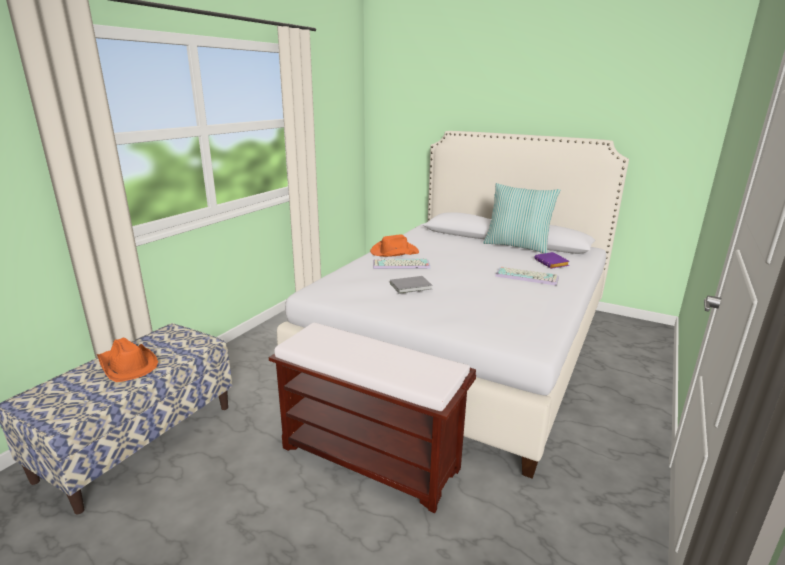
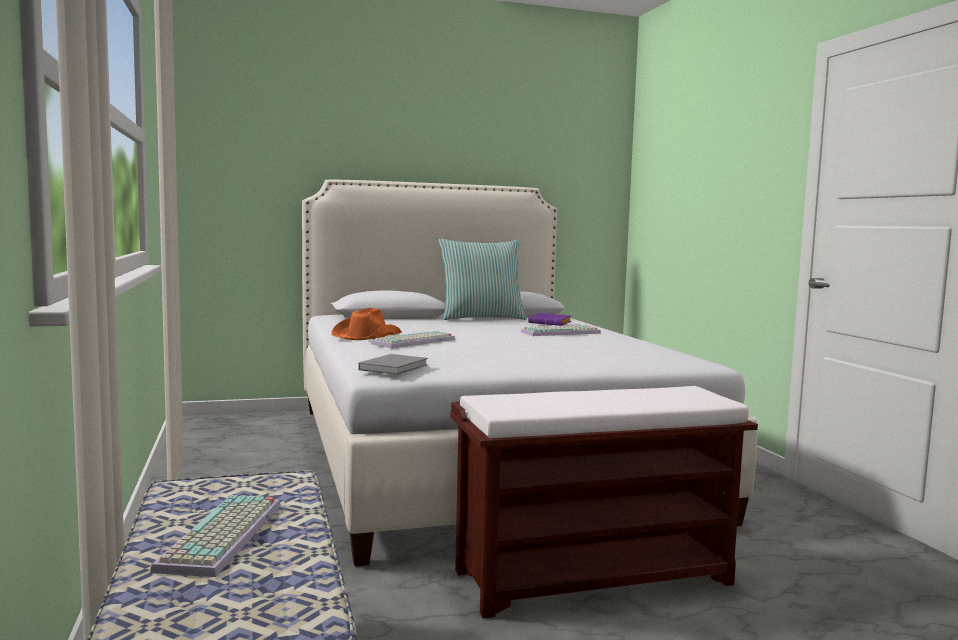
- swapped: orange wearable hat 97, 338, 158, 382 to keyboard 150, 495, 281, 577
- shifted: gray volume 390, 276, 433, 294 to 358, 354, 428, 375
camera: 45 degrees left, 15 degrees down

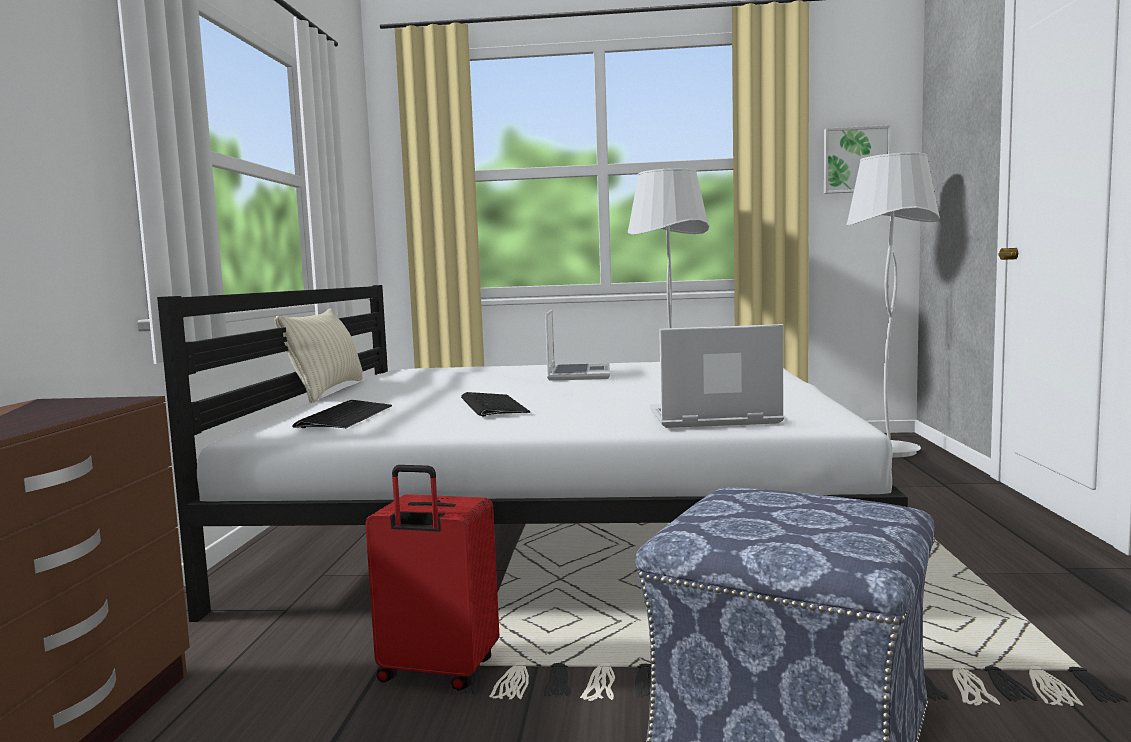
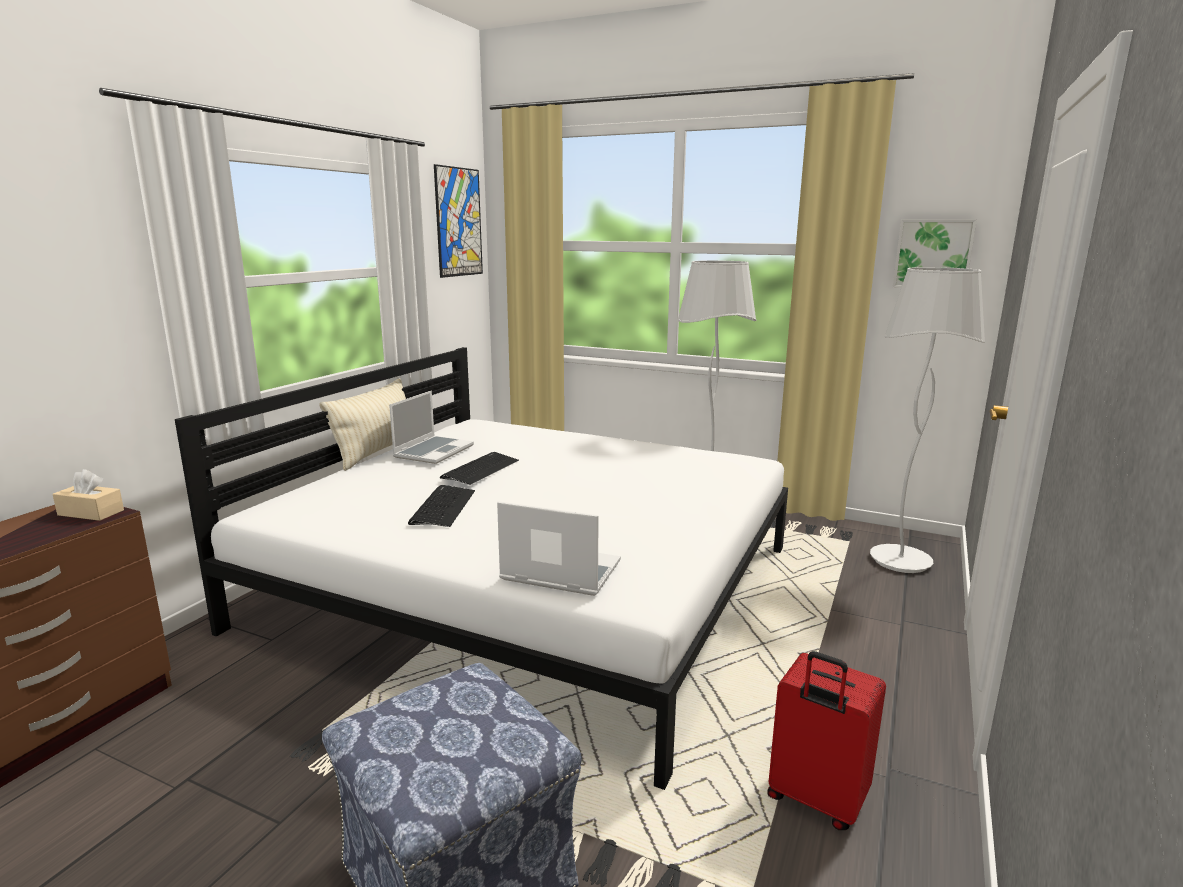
- shifted: keyboard 292, 400, 392, 428 to 440, 452, 519, 485
- shifted: red suitcase 365, 465, 500, 691 to 767, 651, 886, 830
- shifted: laptop 545, 310, 610, 381 to 389, 390, 474, 464
- new: sand-coloured tissue holder 52, 469, 124, 521
- new: wall art 434, 164, 483, 278
camera: 20 degrees right, 10 degrees up

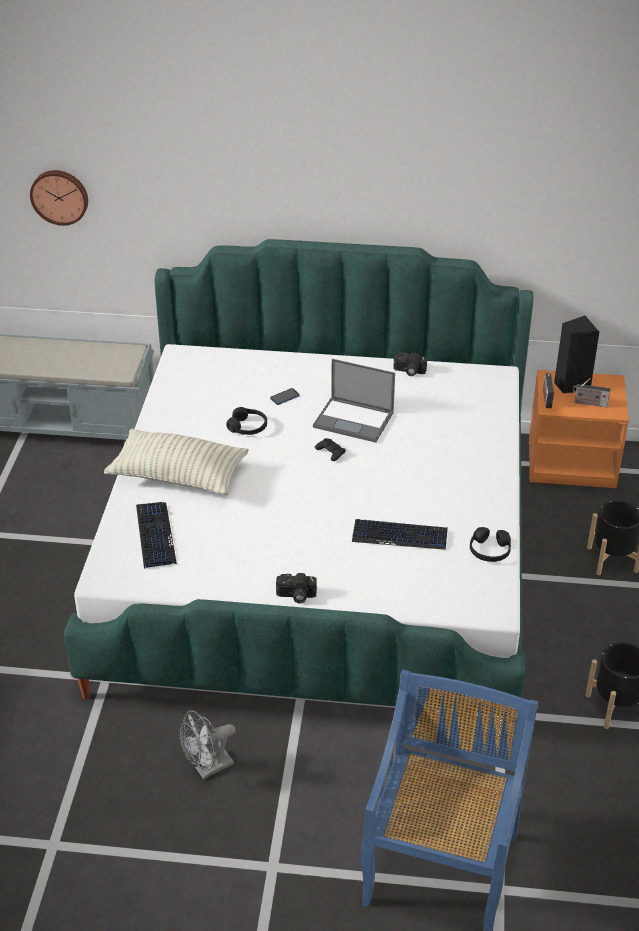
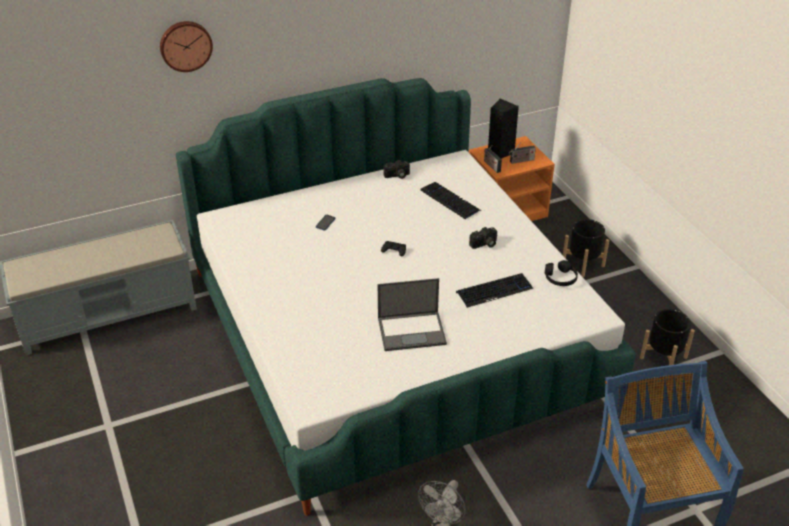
- shifted: clock on the wall 30, 170, 88, 226 to 160, 21, 213, 72
- gone: pillow 104, 429, 249, 496
- shifted: keyboard 136, 502, 177, 569 to 421, 182, 482, 220
- gone: black-coloured pair of headphones 226, 407, 267, 435
- shifted: photo camera 276, 573, 317, 604 to 469, 227, 497, 249
- shifted: laptop 313, 359, 395, 443 to 378, 278, 447, 351
camera: 30 degrees left, 0 degrees up

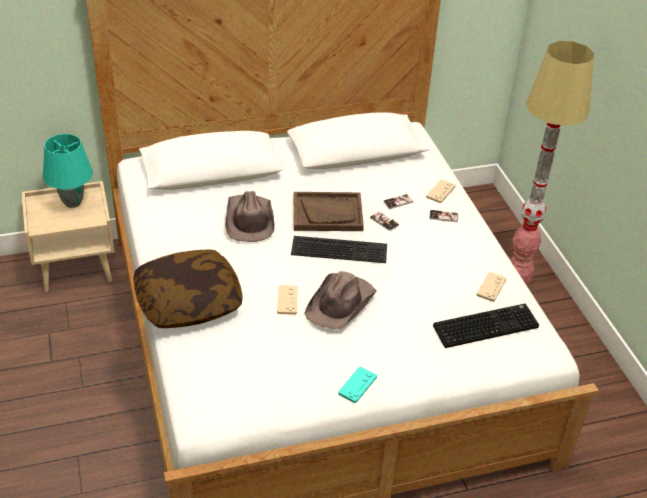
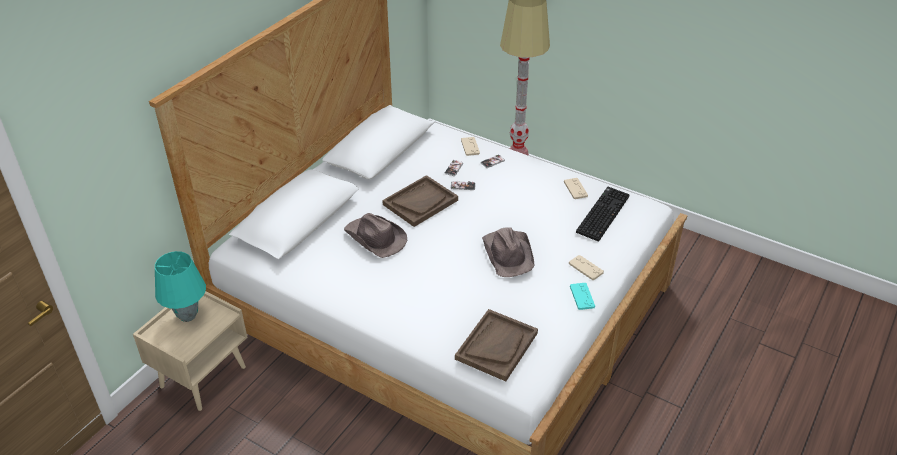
- gone: pillow 133, 249, 243, 328
- shifted: sand-coloured game controller 277, 285, 298, 315 to 569, 255, 604, 280
- gone: keyboard 291, 236, 387, 263
- new: brown-coloured serving tray 455, 309, 538, 381
camera: 40 degrees left, 0 degrees up

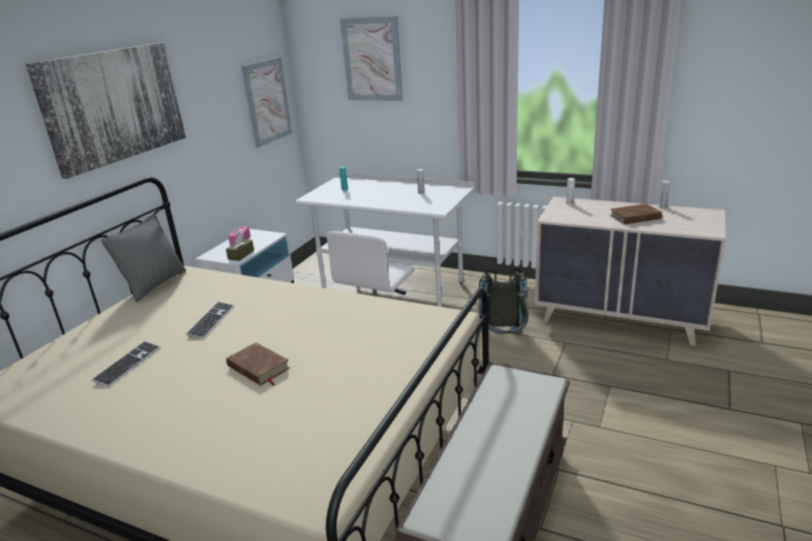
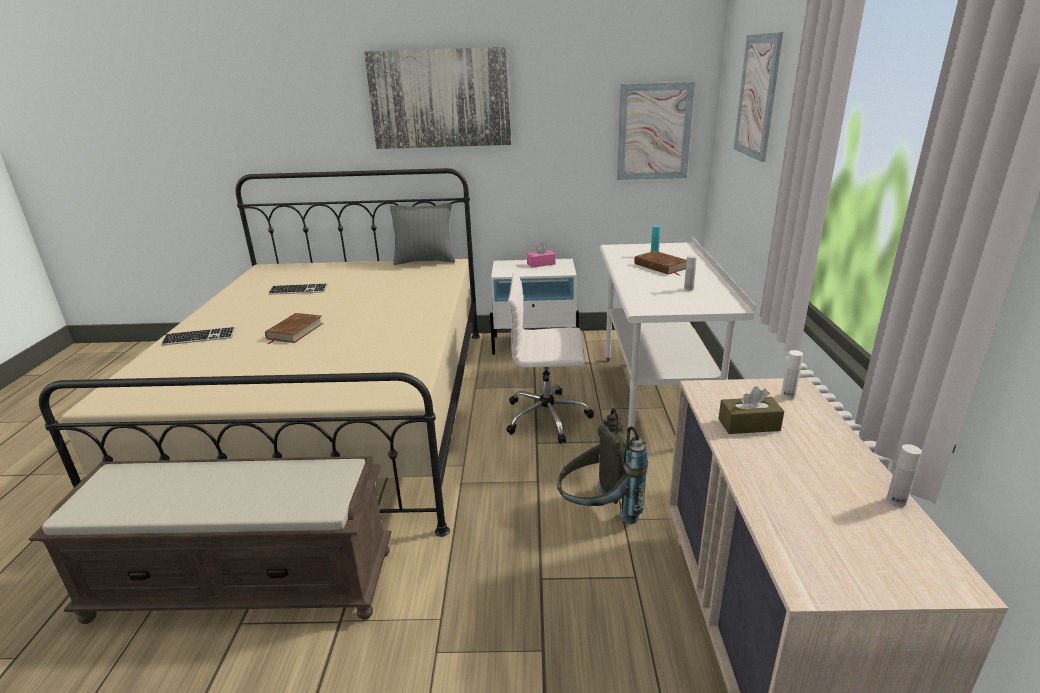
- shifted: keyboard 186, 302, 234, 339 to 161, 327, 235, 345
- shifted: brown-coloured tissue holder 226, 234, 254, 261 to 718, 386, 784, 434
- shifted: brown-coloured volume 610, 204, 662, 224 to 634, 251, 687, 275
camera: 65 degrees right, 0 degrees up

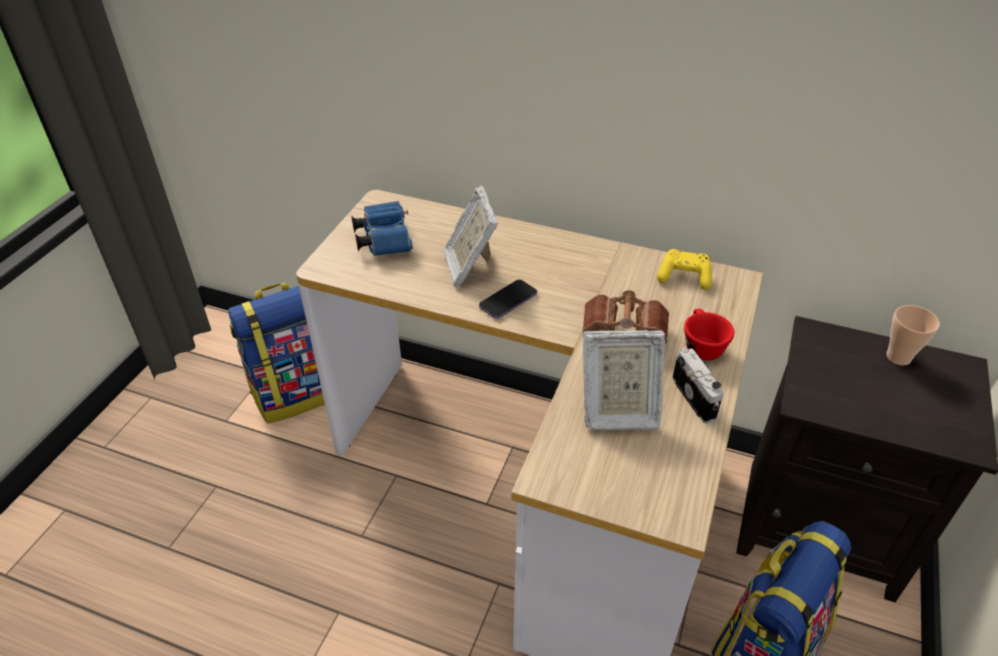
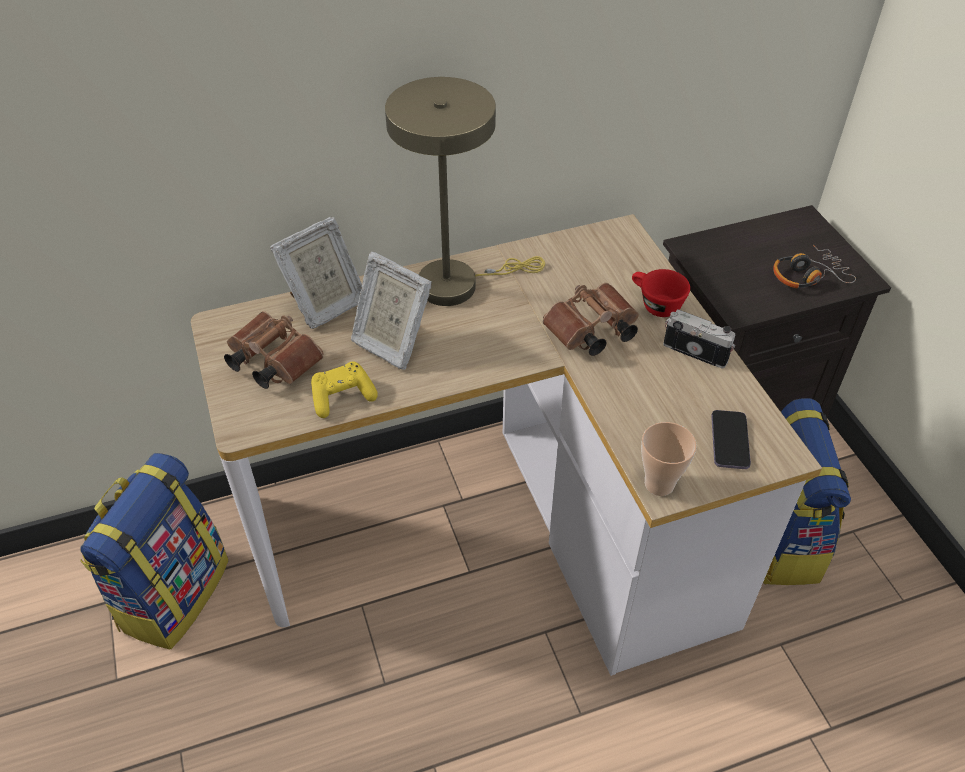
- repainted: blue-coloured binoculars 351, 201, 413, 256 to brown-coloured binoculars 224, 311, 324, 389
- shifted: phone 479, 280, 537, 319 to 711, 410, 751, 469
- shifted: picture frame 583, 330, 665, 431 to 270, 216, 362, 329
- shifted: yellow-coloured game controller 657, 249, 712, 290 to 311, 361, 378, 418
- shifted: drinking cup 887, 305, 940, 365 to 641, 422, 697, 496
- new: sand-coloured table lamp 385, 77, 545, 306
- new: pair of headphones 773, 245, 856, 288
camera: 40 degrees left, 5 degrees up

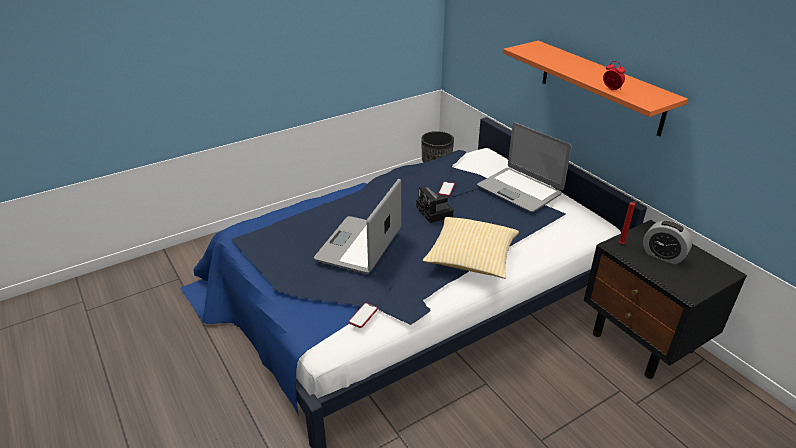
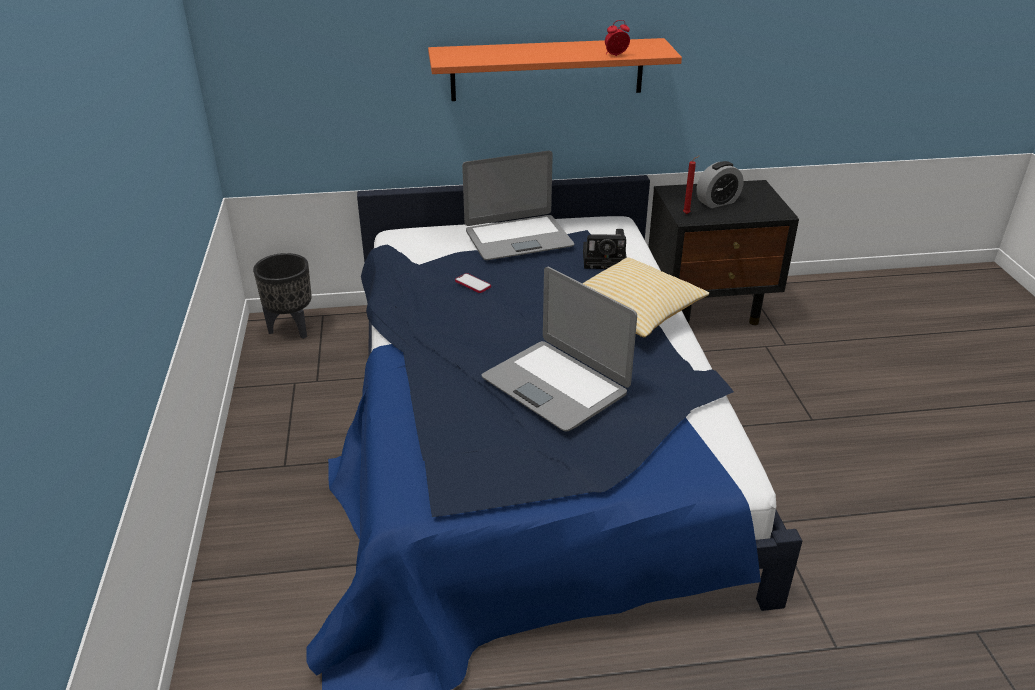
- gone: phone 349, 303, 378, 328
- shifted: photo camera 416, 186, 454, 223 to 583, 229, 627, 269
camera: 65 degrees left, 0 degrees up

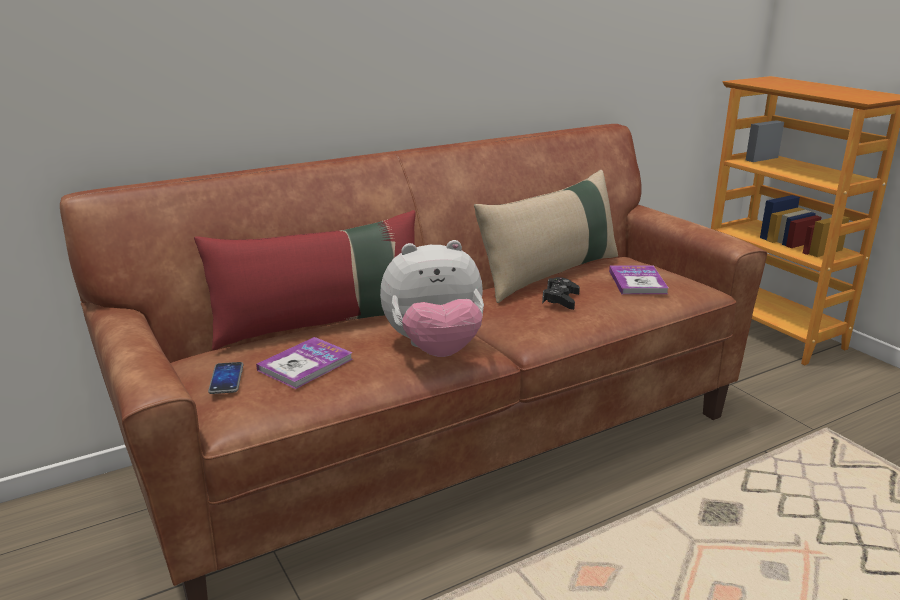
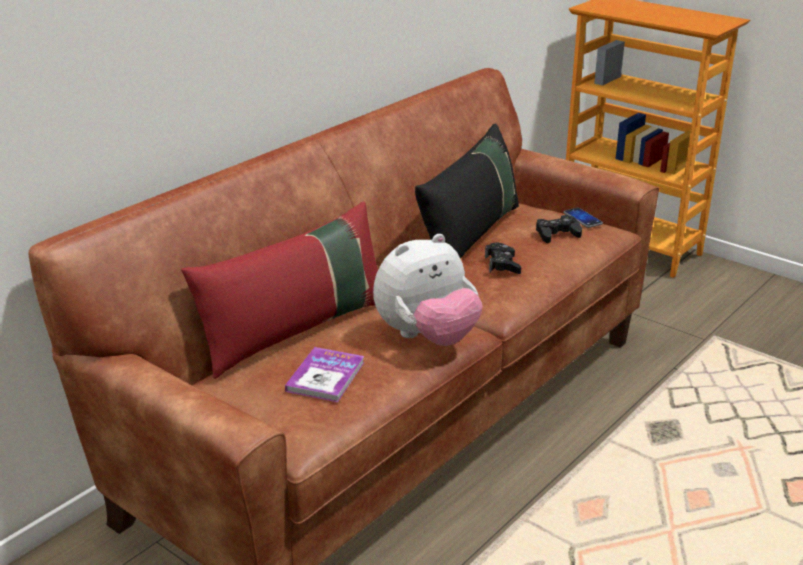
- shifted: phone 208, 362, 243, 394 to 564, 208, 603, 228
- repainted: sand-coloured pillow 474, 170, 618, 303 to black-coloured pillow 415, 124, 519, 259
- swapped: volume 609, 266, 668, 294 to black-coloured game controller 536, 215, 582, 243
camera: 20 degrees left, 5 degrees up

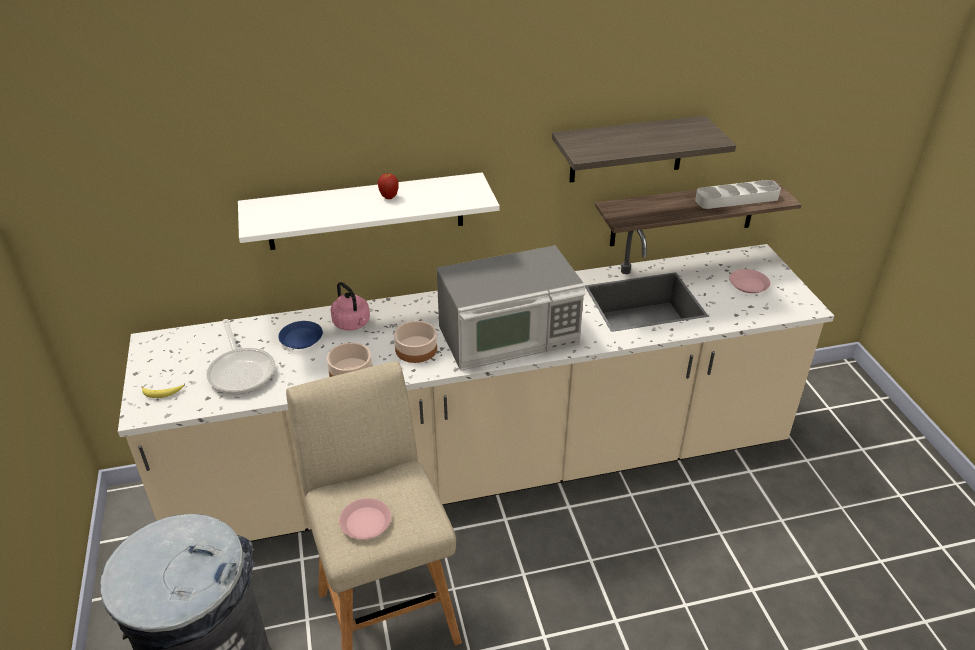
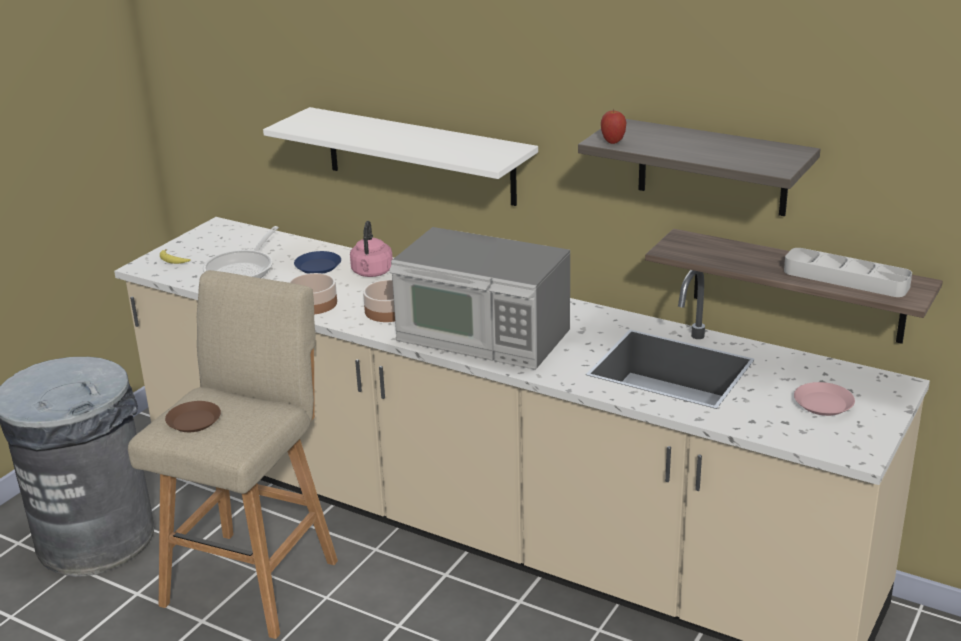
- repainted: pink-coloured dinner plate 339, 498, 391, 540 to brown-coloured dinner plate 165, 401, 221, 432
- shifted: apple 377, 173, 399, 199 to 601, 109, 626, 144
camera: 45 degrees right, 10 degrees down

